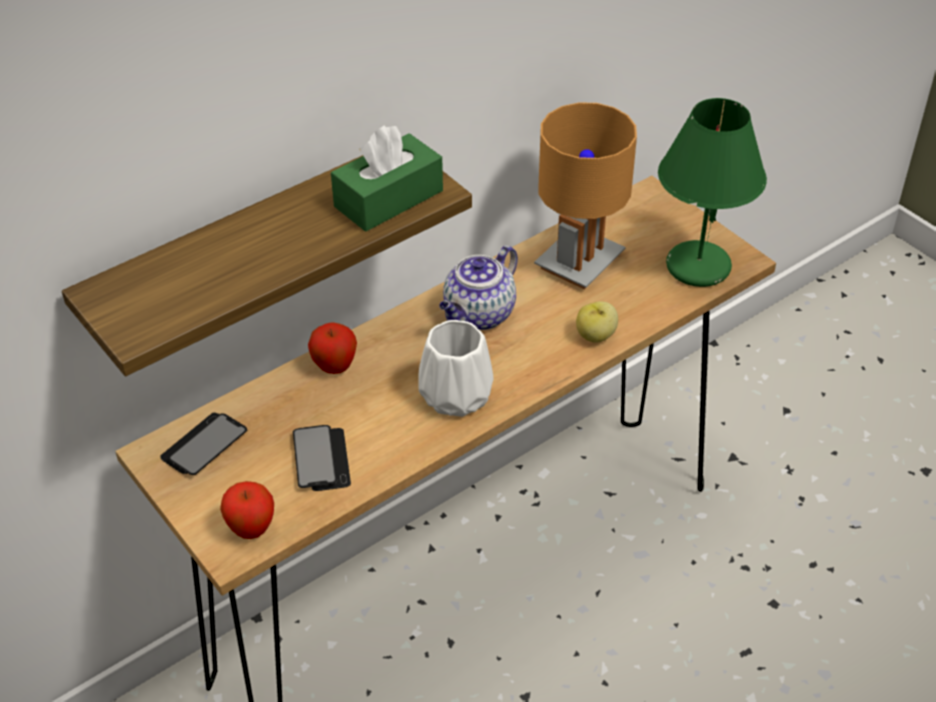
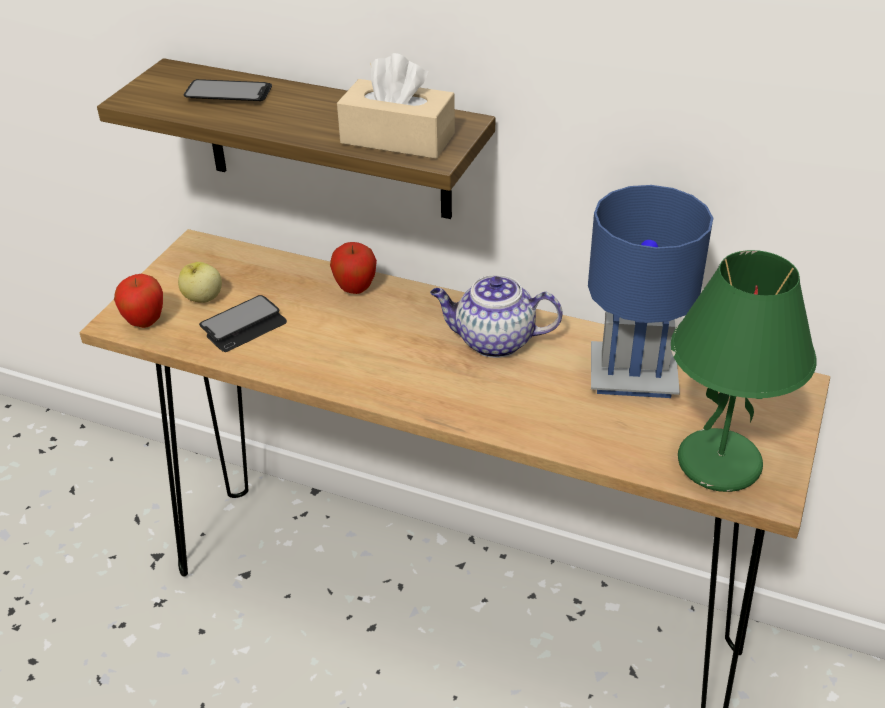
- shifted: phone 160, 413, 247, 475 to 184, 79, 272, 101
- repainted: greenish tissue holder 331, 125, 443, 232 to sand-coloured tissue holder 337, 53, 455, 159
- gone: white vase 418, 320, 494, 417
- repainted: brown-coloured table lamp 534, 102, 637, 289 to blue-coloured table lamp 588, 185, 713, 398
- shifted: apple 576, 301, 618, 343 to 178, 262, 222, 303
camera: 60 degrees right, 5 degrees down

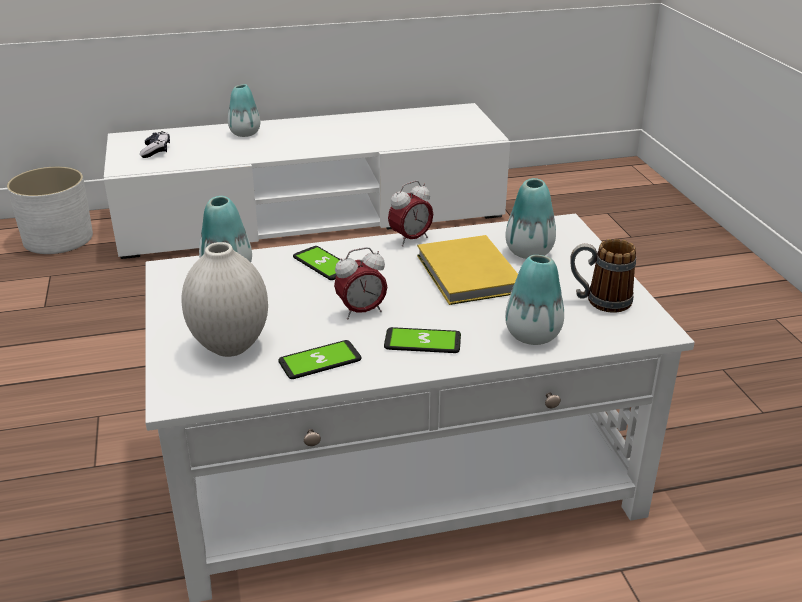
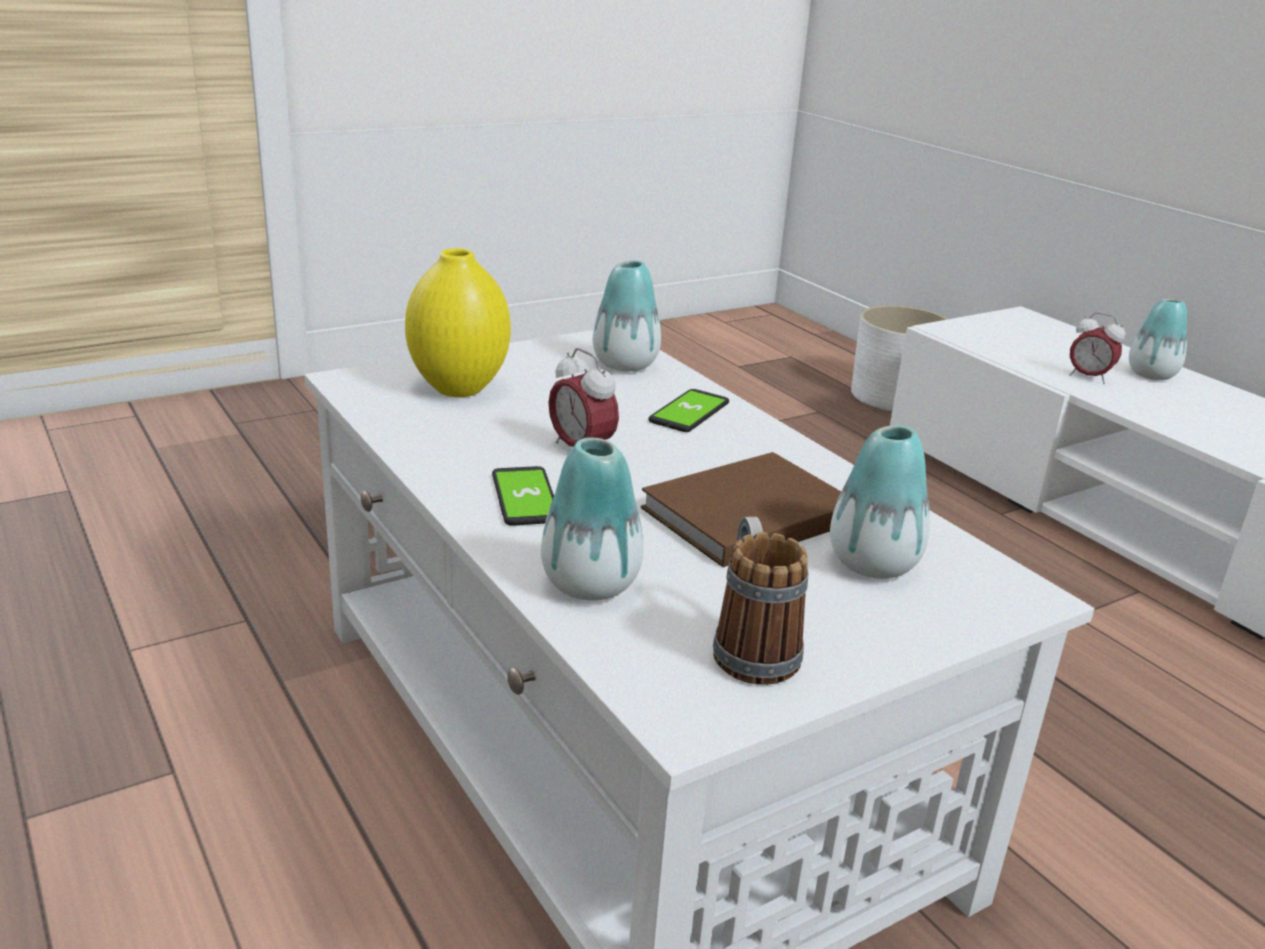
- gone: game controller 140, 131, 170, 158
- repainted: white vase 182, 242, 268, 357 to yellow-coloured vase 405, 248, 511, 397
- gone: phone 278, 340, 362, 379
- shifted: alarm clock 388, 181, 433, 247 to 1070, 312, 1126, 384
- repainted: yellow-coloured volume 417, 235, 518, 305 to brown-coloured volume 641, 452, 841, 567
camera: 70 degrees right, 5 degrees down

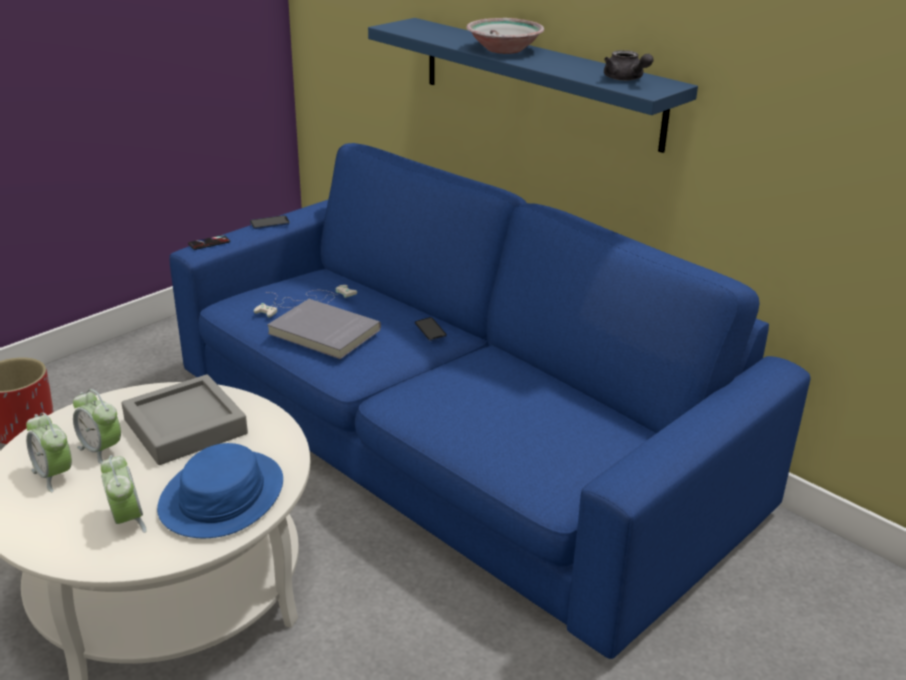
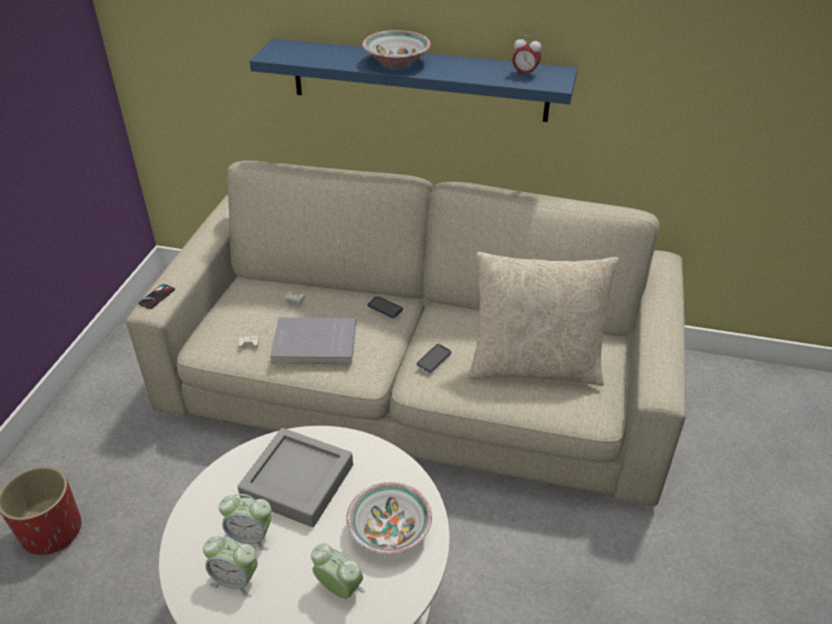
- swapped: blue-coloured wearable hat 157, 443, 283, 538 to serving bowl 346, 482, 432, 555
- repainted: blue-coloured sofa 169, 143, 811, 659 to sand-coloured sofa 126, 161, 686, 506
- shifted: phone 250, 215, 290, 229 to 417, 344, 451, 373
- swapped: gray teapot 604, 50, 653, 81 to alarm clock 512, 35, 542, 77
- new: sand-coloured pillow 468, 252, 619, 386
camera: 30 degrees left, 10 degrees up

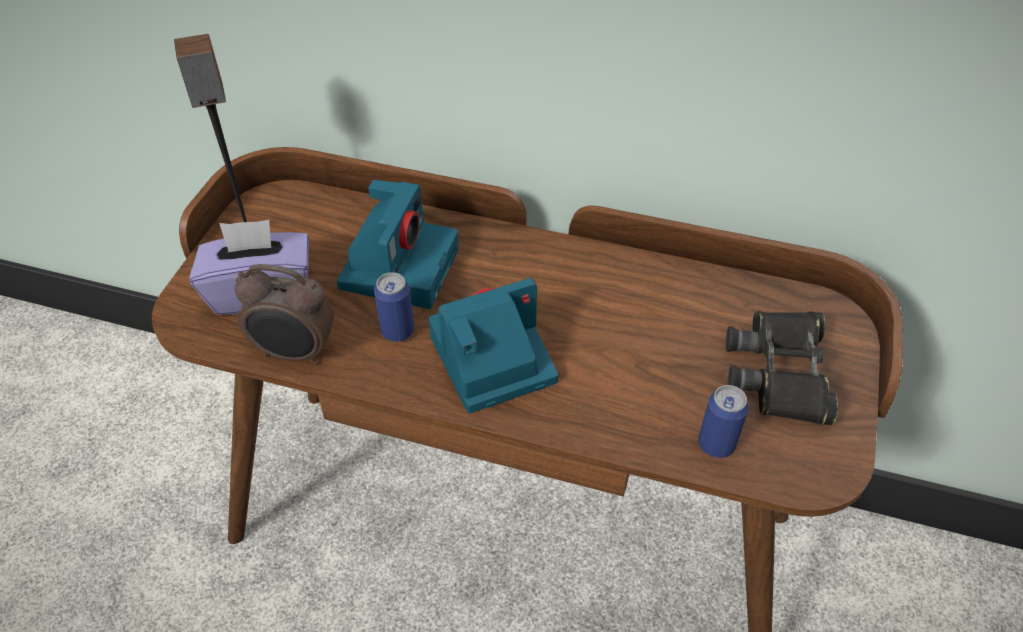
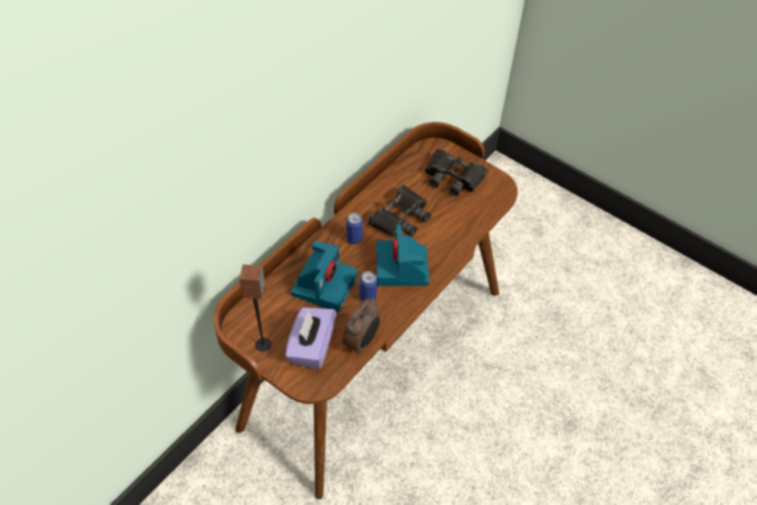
- rotated: photo camera 337, 180, 459, 309 = 291, 241, 357, 313 75 degrees clockwise
- shifted: can 698, 385, 749, 458 to 346, 213, 363, 244
- new: black-coloured binoculars 368, 185, 431, 237
camera: 70 degrees left, 5 degrees up

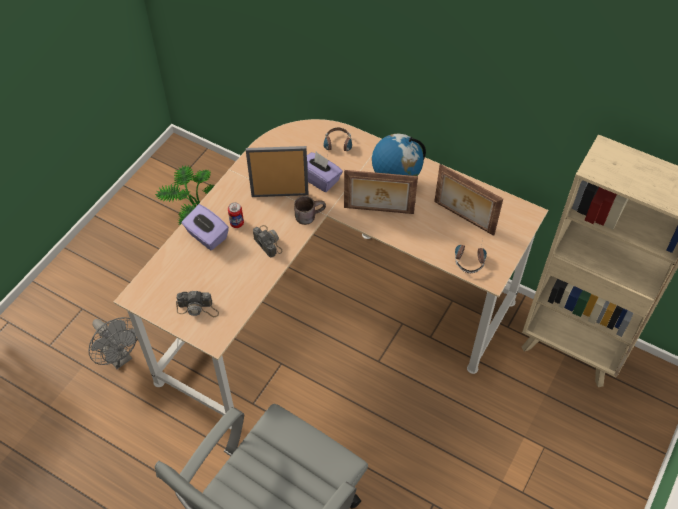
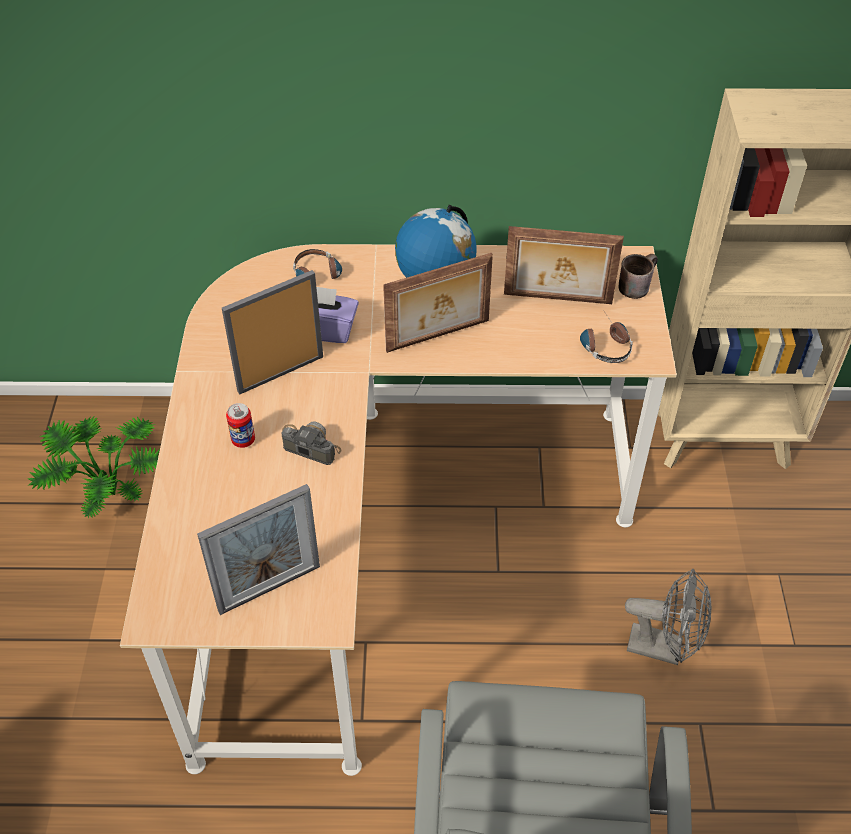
- shifted: gray electric fan 89, 317, 138, 369 to 625, 569, 712, 665
- swapped: photo camera 176, 291, 219, 317 to picture frame 197, 484, 320, 615
- gone: purplish tissue holder 182, 204, 229, 250
- shifted: brown-coloured mug 294, 196, 326, 225 to 619, 254, 658, 299
camera: 30 degrees left, 5 degrees down

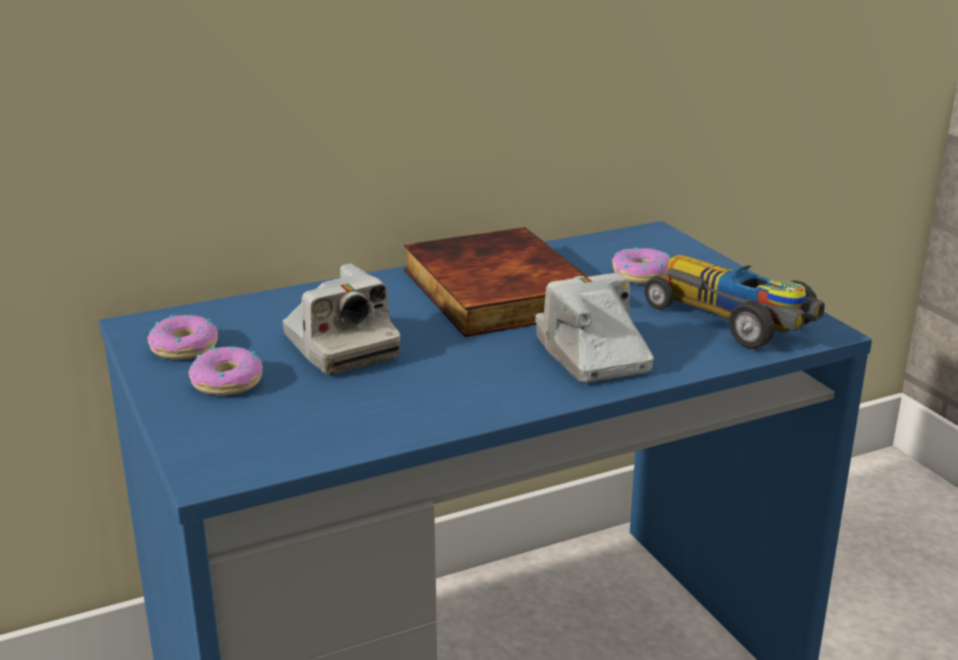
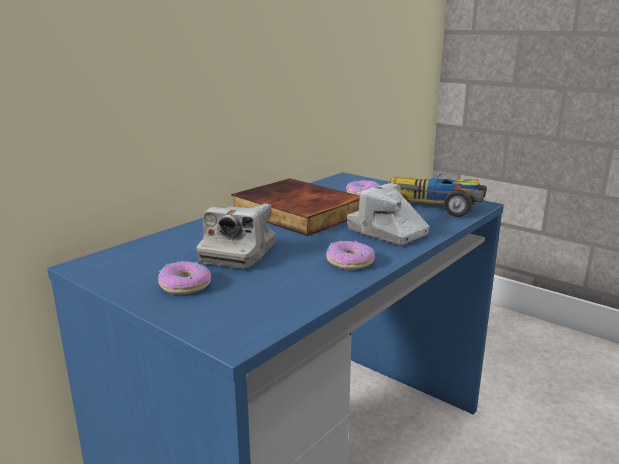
- shifted: doughnut 147, 315, 218, 359 to 326, 241, 375, 270
- rotated: photo camera 283, 263, 401, 375 = 196, 204, 276, 269 75 degrees clockwise
camera: 25 degrees left, 5 degrees down

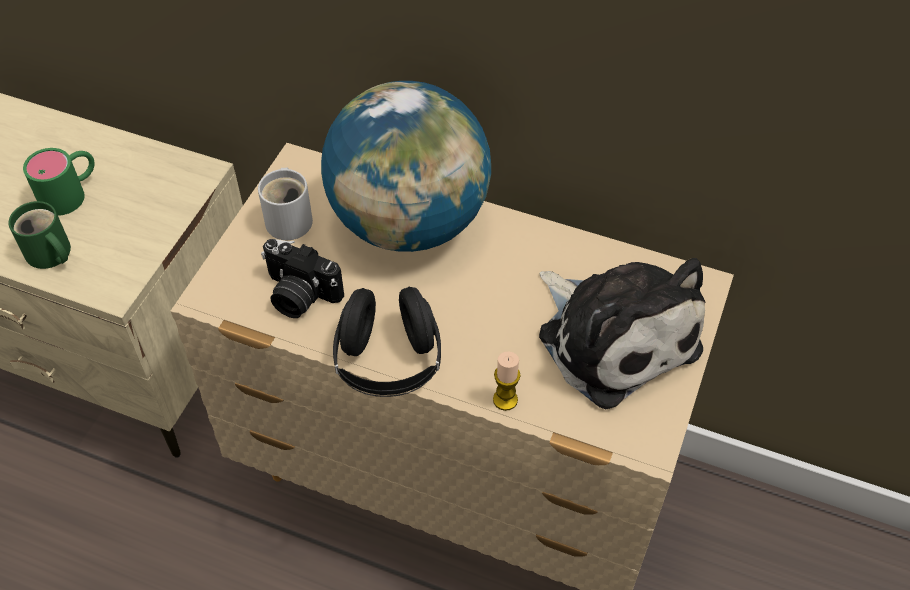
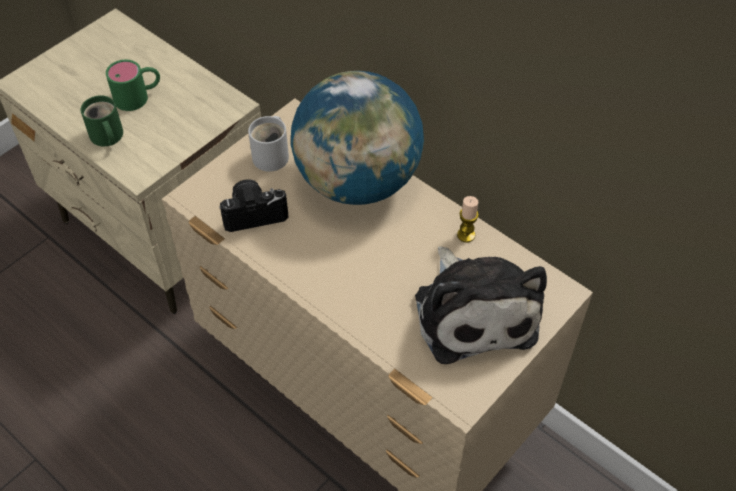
- rotated: photo camera 261, 239, 344, 318 = 219, 180, 288, 232 120 degrees clockwise
- gone: black-coloured pair of headphones 333, 286, 441, 397
- shifted: wax candle 493, 351, 521, 411 to 457, 196, 479, 243
camera: 20 degrees right, 0 degrees up

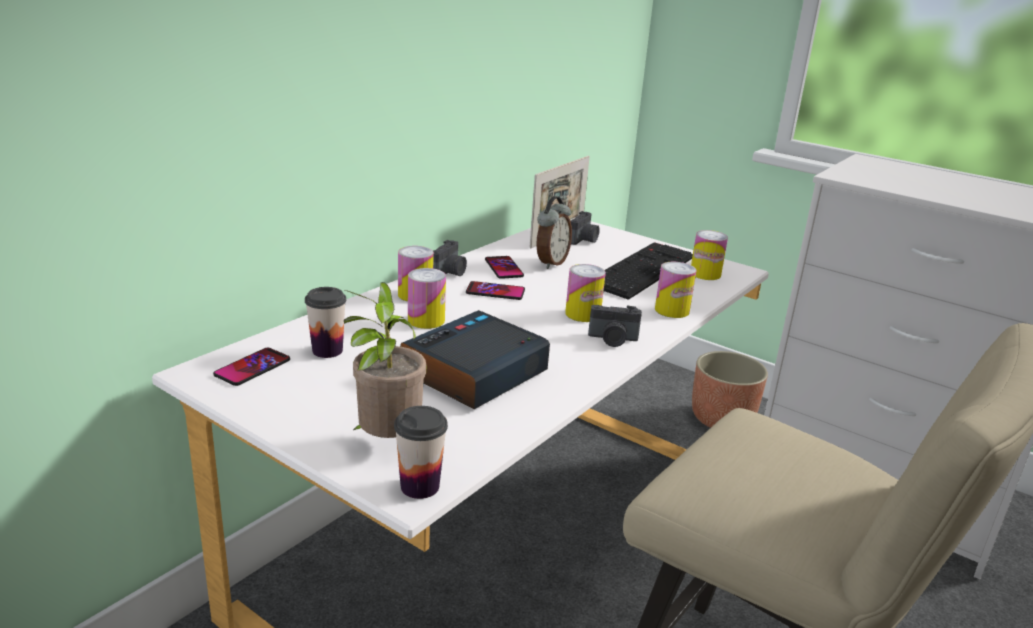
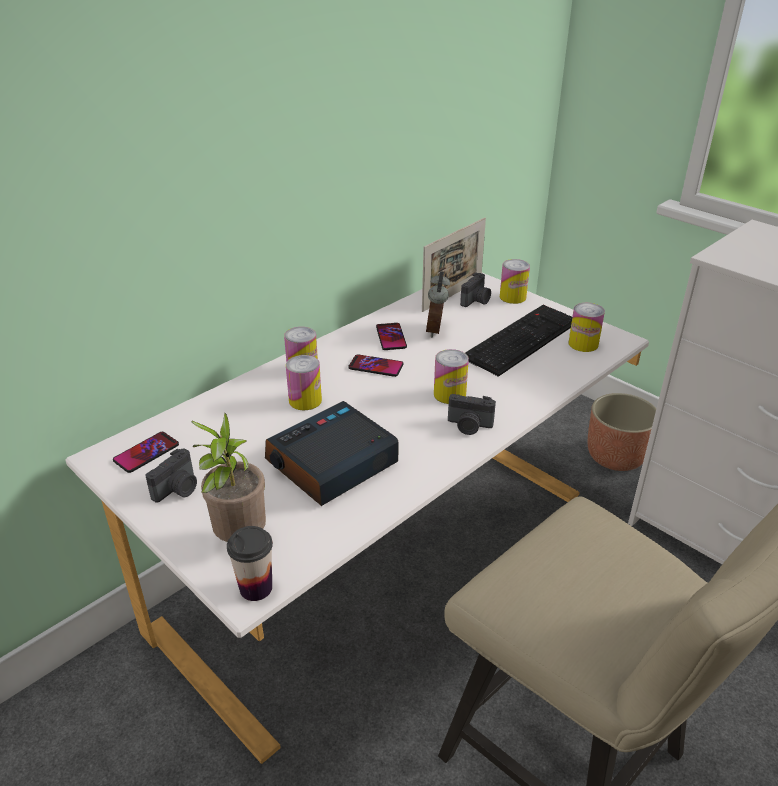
- gone: drinking cup 305, 287, 346, 358
- shifted: photo camera 433, 240, 467, 276 to 145, 448, 197, 503
- rotated: alarm clock 536, 196, 572, 269 = 426, 271, 450, 338 150 degrees clockwise
- shifted: can 655, 262, 697, 318 to 500, 259, 530, 304
camera: 10 degrees right, 10 degrees up

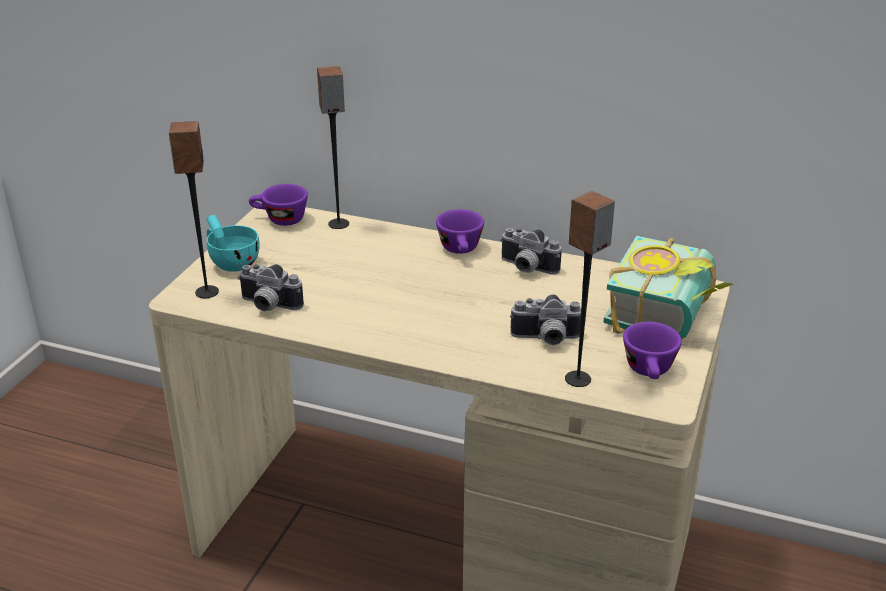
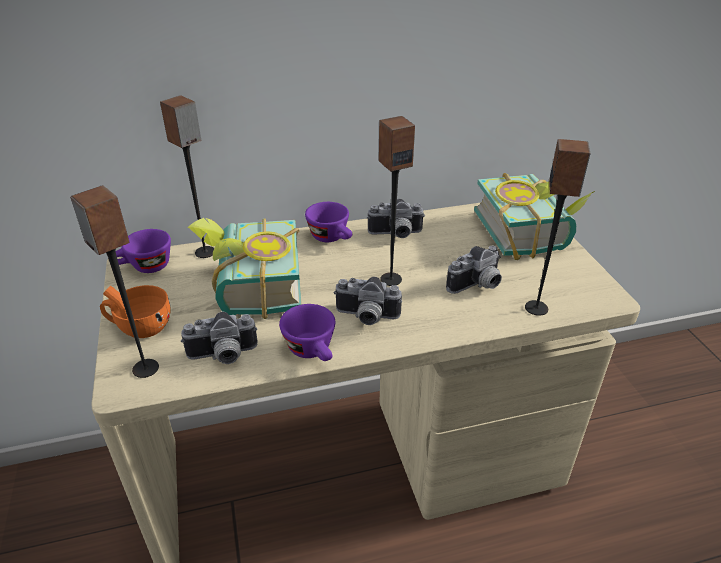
- repainted: turquoise-coloured drinking cup 206, 215, 260, 272 to orange drinking cup 100, 285, 171, 338
- shifted: purplish drinking cup 623, 322, 682, 379 to 279, 304, 335, 361
- new: volume 188, 218, 301, 319
- new: photo camera 334, 277, 402, 325
- new: loudspeaker 378, 116, 415, 286
camera: 35 degrees left, 5 degrees up

